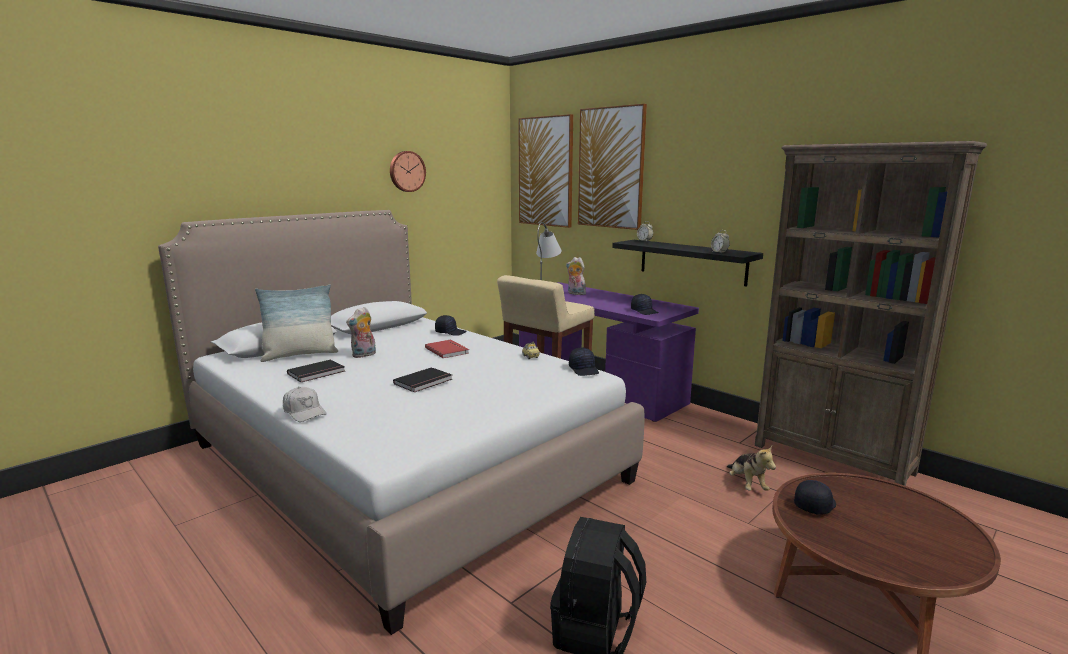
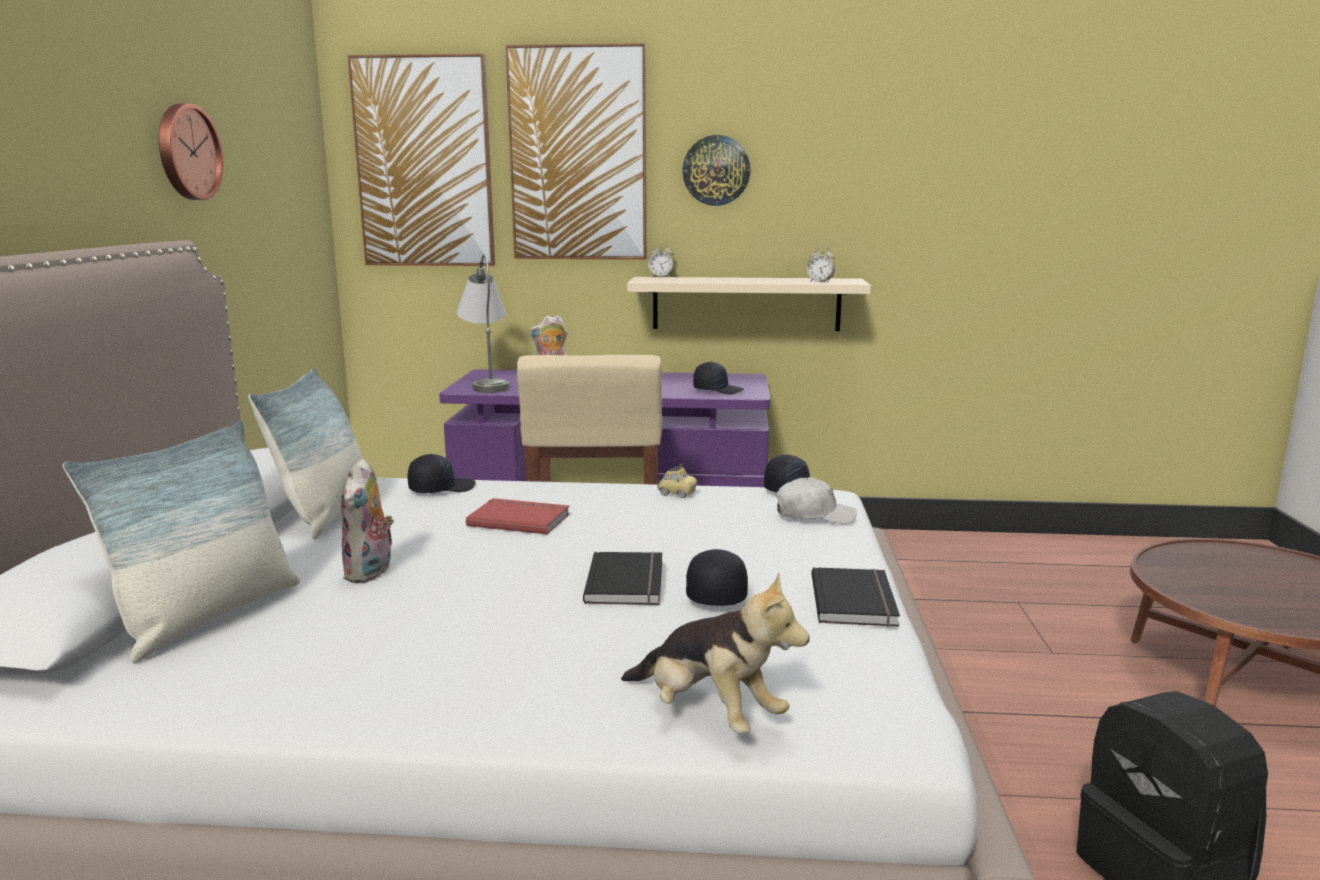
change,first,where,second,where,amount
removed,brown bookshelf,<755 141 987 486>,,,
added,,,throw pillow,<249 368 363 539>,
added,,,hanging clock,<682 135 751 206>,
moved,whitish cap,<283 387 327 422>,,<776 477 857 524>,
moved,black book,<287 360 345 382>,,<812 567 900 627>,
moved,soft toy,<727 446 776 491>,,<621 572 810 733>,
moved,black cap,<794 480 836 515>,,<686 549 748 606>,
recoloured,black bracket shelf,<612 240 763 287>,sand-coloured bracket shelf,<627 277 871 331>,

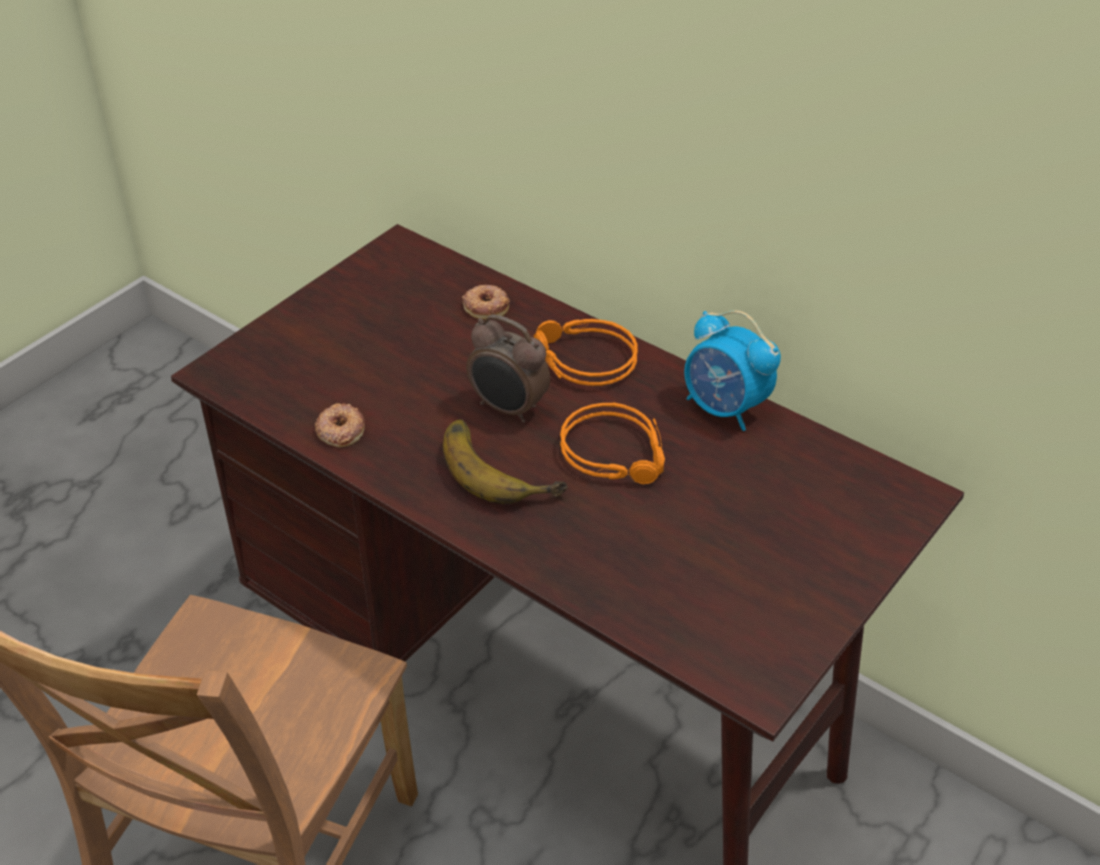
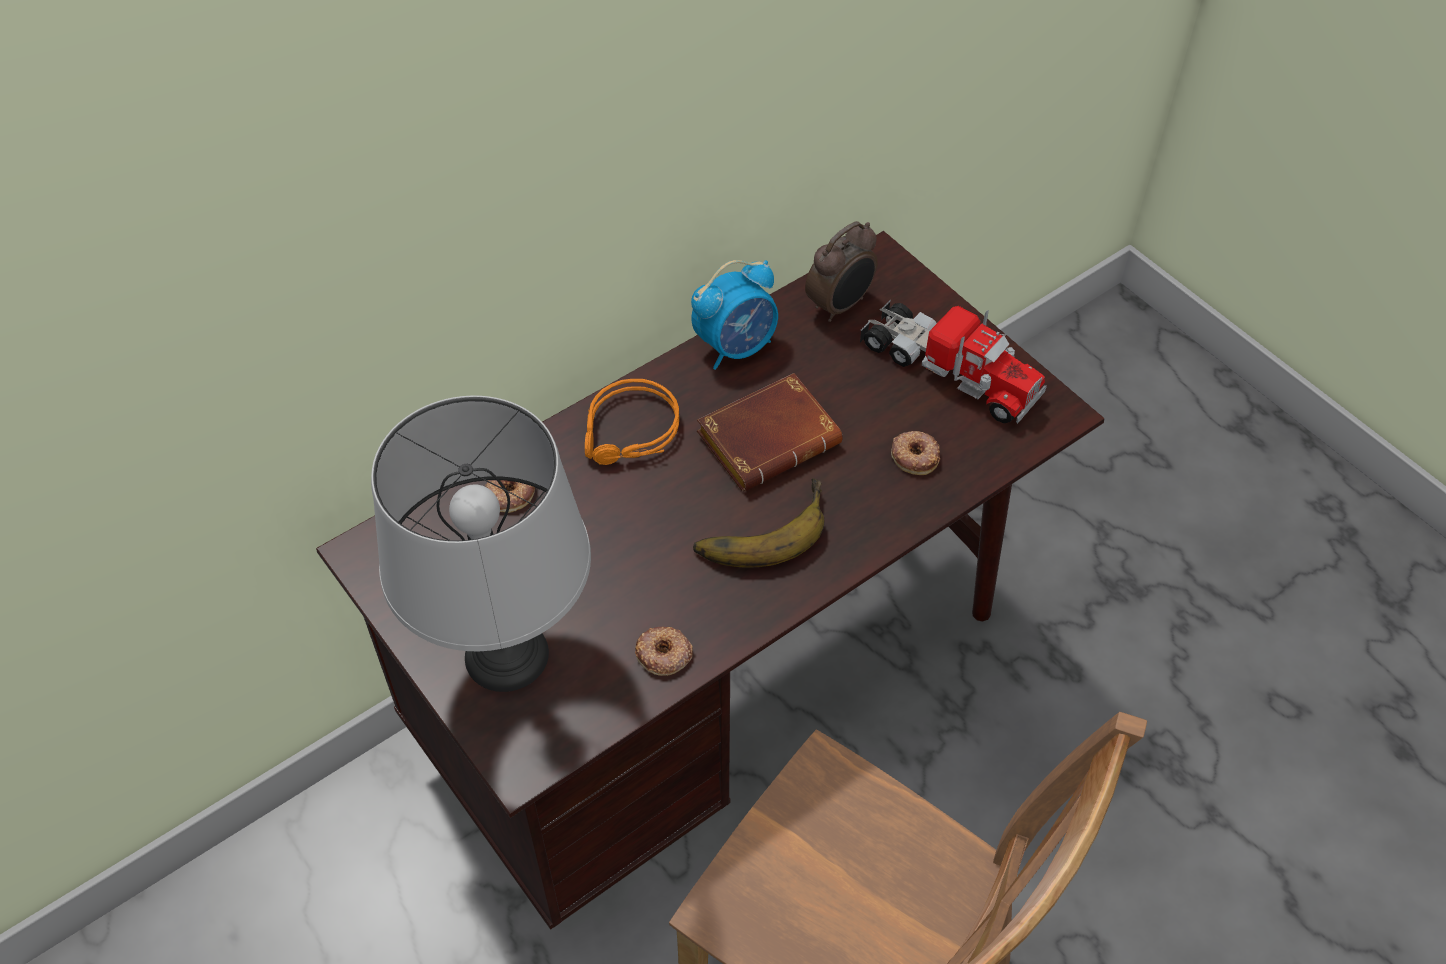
change,first,where,second,where,amount
added,,,grey lamp for a table,<371 396 591 692>,
added,,,toy lorry,<860 300 1047 424>,
added,,,donut,<891 431 940 475>,
moved,bedside clock,<466 314 550 423>,,<805 221 878 322>,
replaced,orangey pair of headphones,<560 403 665 484>,brown book,<697 373 842 492>,

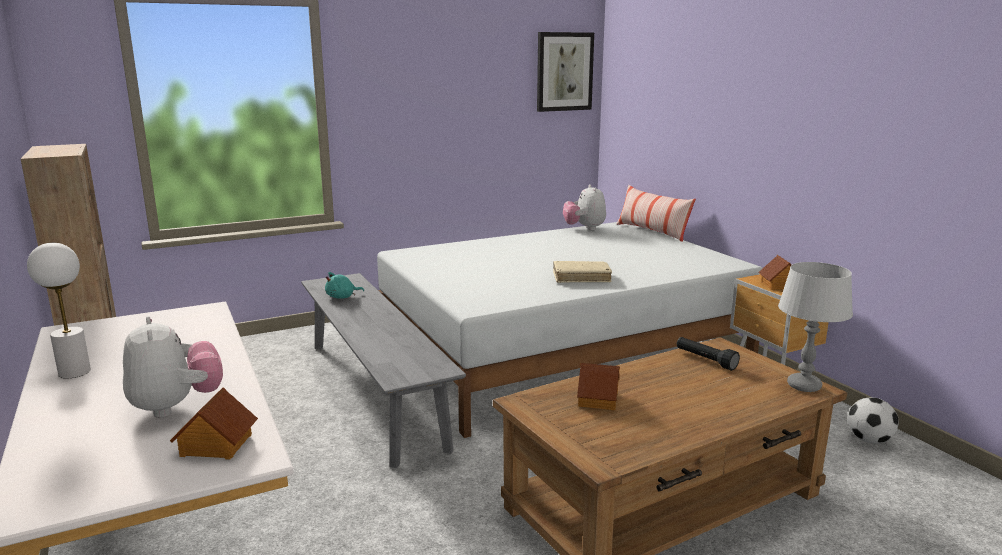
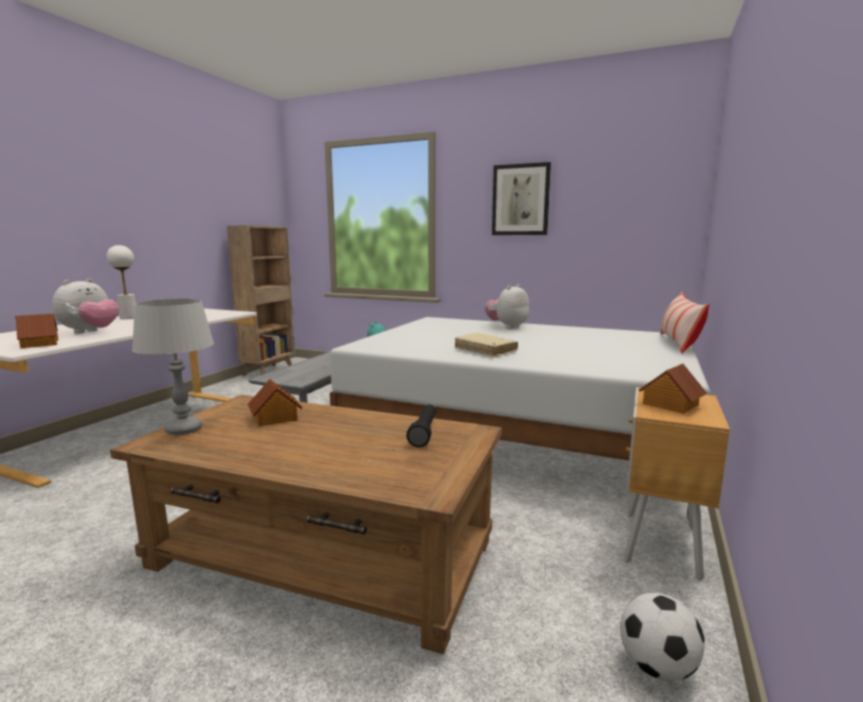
change,first,where,second,where,amount
moved,picture,<537 32 594 112>,,<492 162 551 235>,
moved,soft toy,<563 184 606 230>,,<485 284 530 329>,
moved,grey lamp for a table,<778 262 853 392>,,<132 299 214 435>,

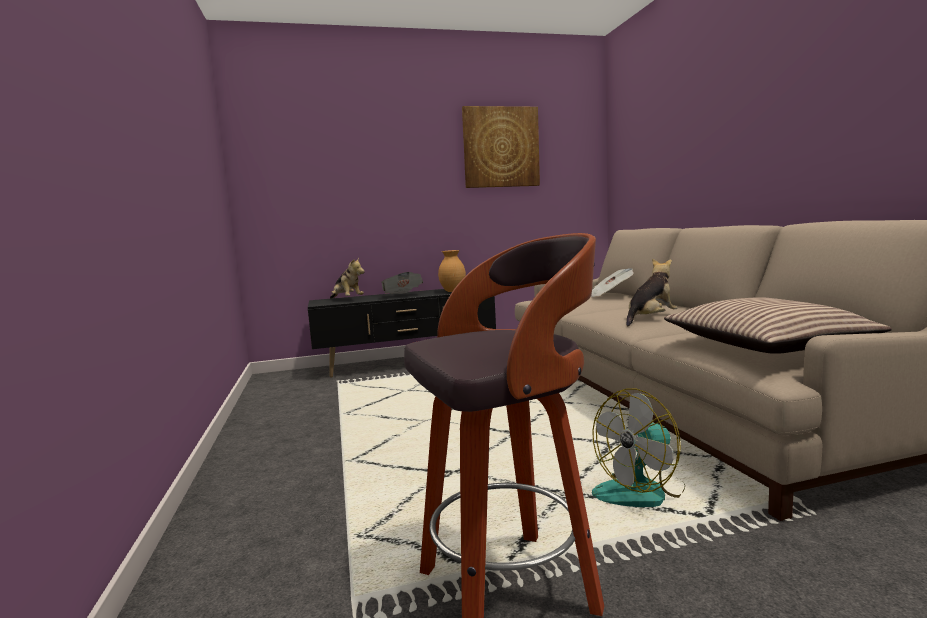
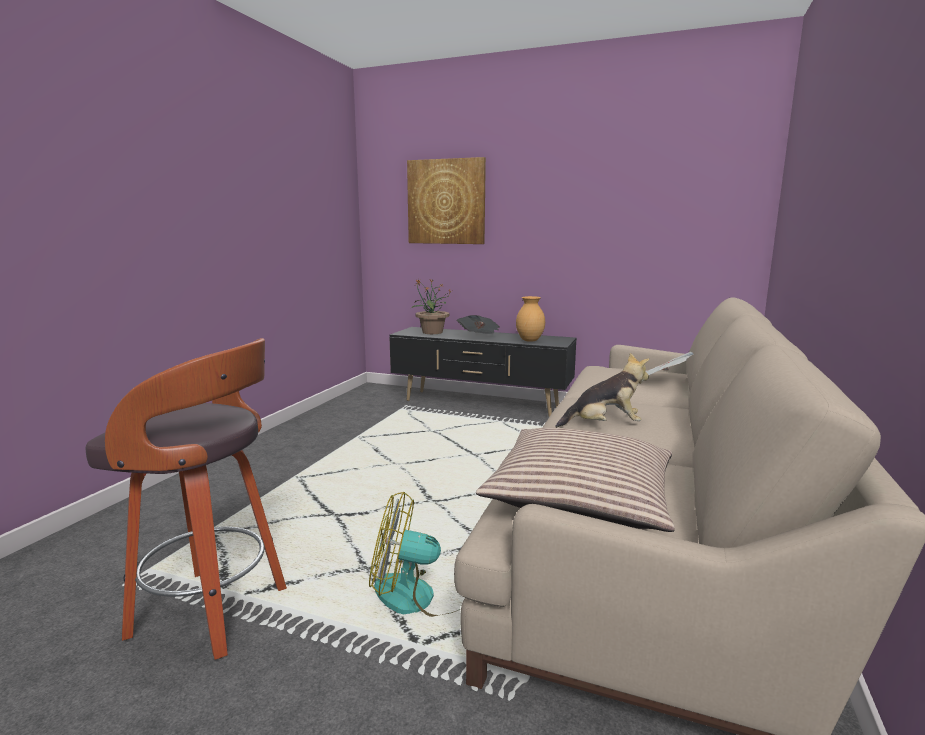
change,first,where,second,where,amount
moved,picture,<462 106 540 188>,,<407 157 486 244>,
replaced,soft toy,<330 257 365 299>,houseplant,<411 279 452 334>,

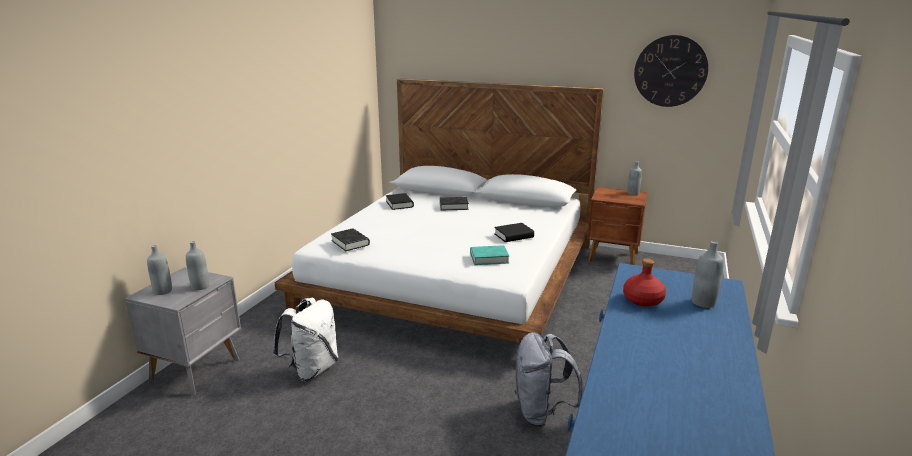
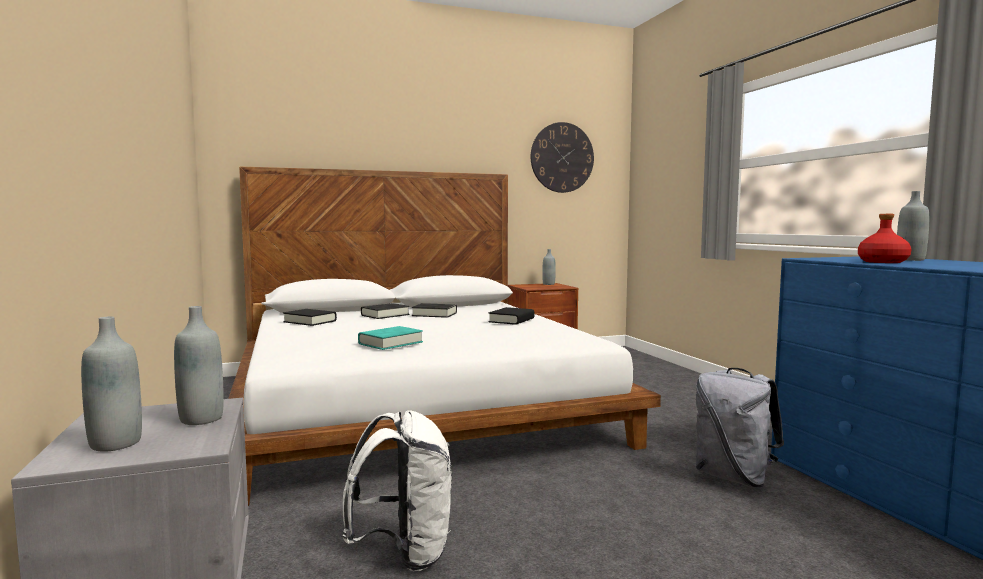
change,first,where,second,where,amount
moved,black book,<331 228 370 251>,,<412 303 457 318>,
moved,turquoise book,<470 245 509 265>,,<358 326 423 350>,

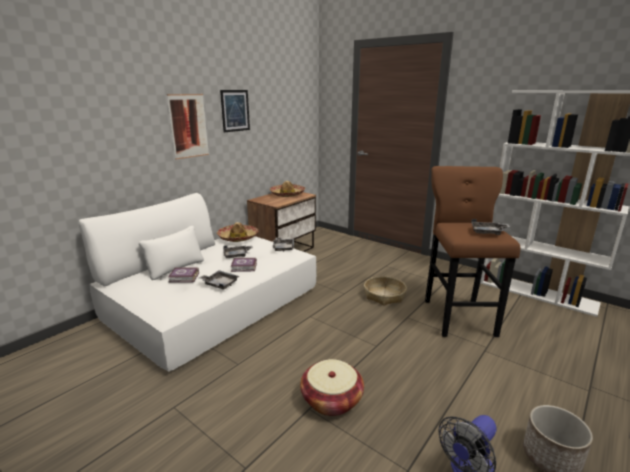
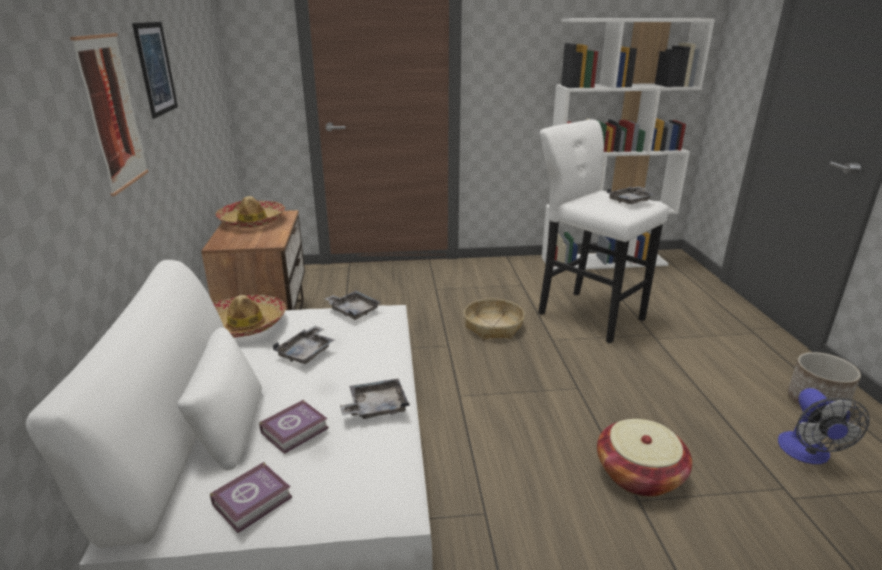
change,first,where,second,where,amount
moved,book,<230 258 257 272>,,<210 462 292 533>,
recoloured,brown stool,<425 166 520 337>,whitish stool,<538 119 668 343>,

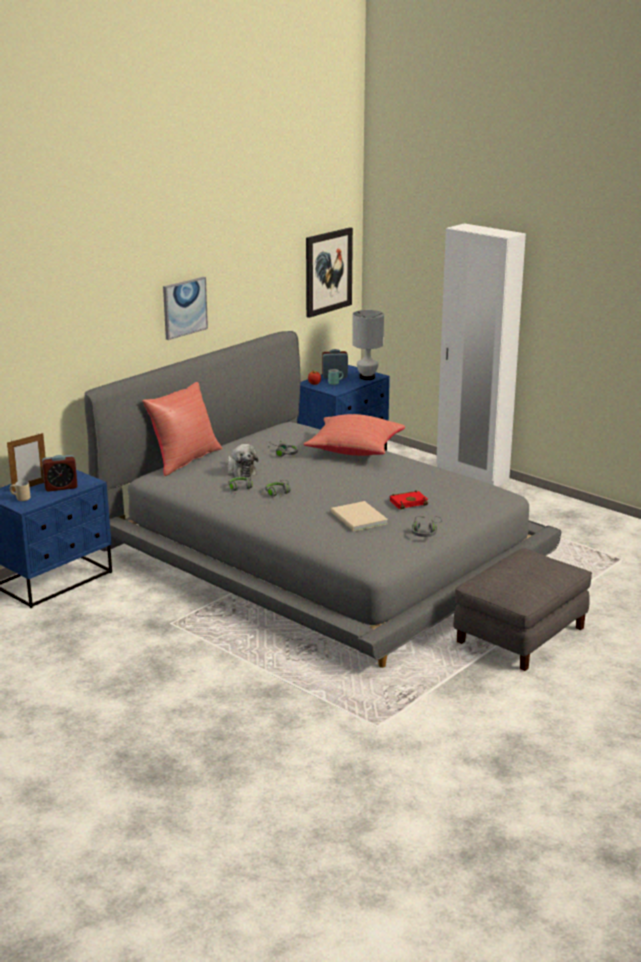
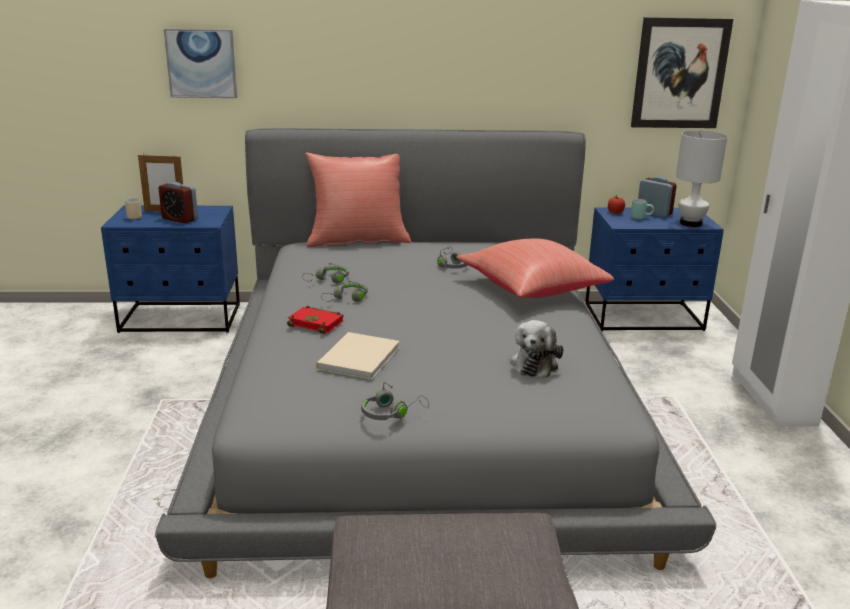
change,first,where,second,where,amount
moved,picture,<163 277 208 340>,,<164 29 237 98>,
moved,soft toy,<227 444 258 477>,,<509 320 563 378>,
moved,red-coloured book,<390 490 428 509>,,<287 305 344 334>,

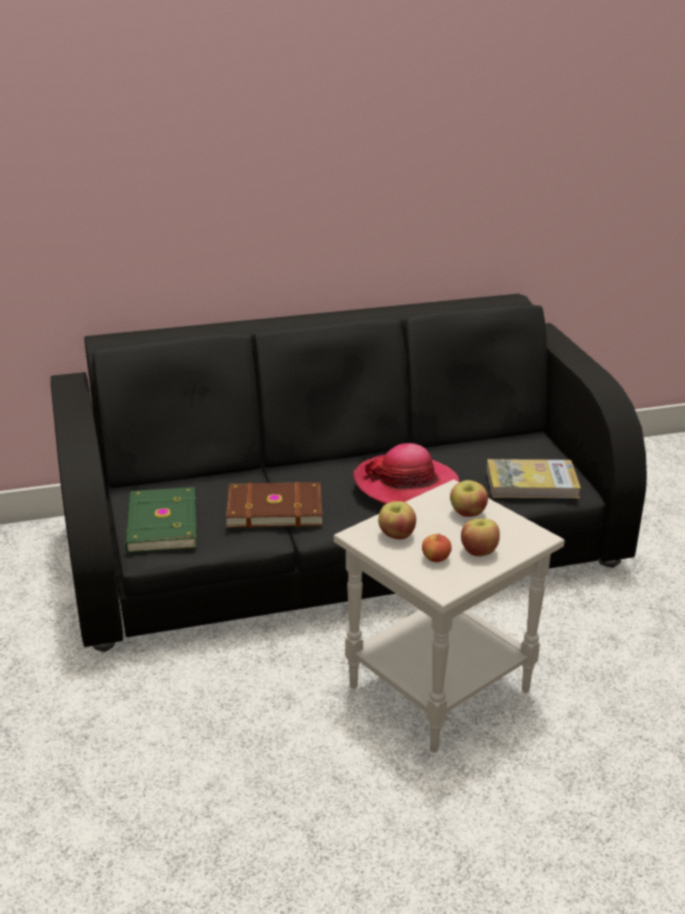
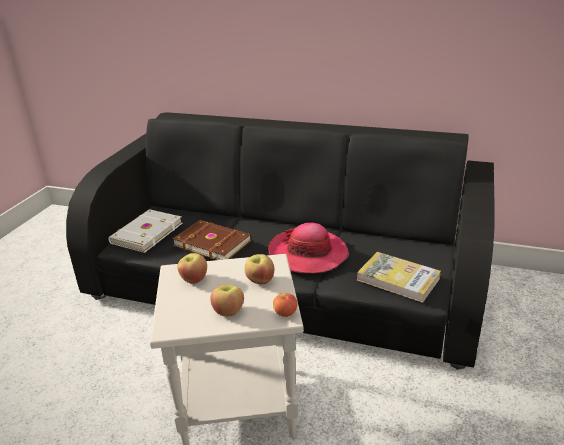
change,first,where,second,where,amount
moved,apple fruit,<422 533 451 562>,,<273 293 298 317>,
recoloured,green book,<125 487 197 553>,whitish book,<108 209 182 253>,

